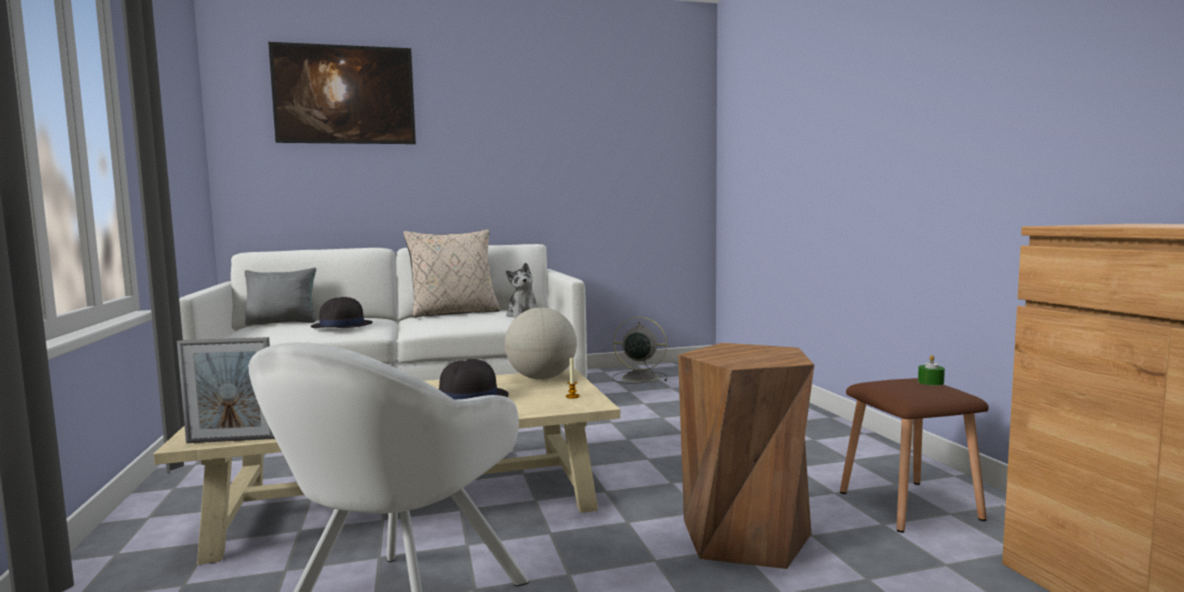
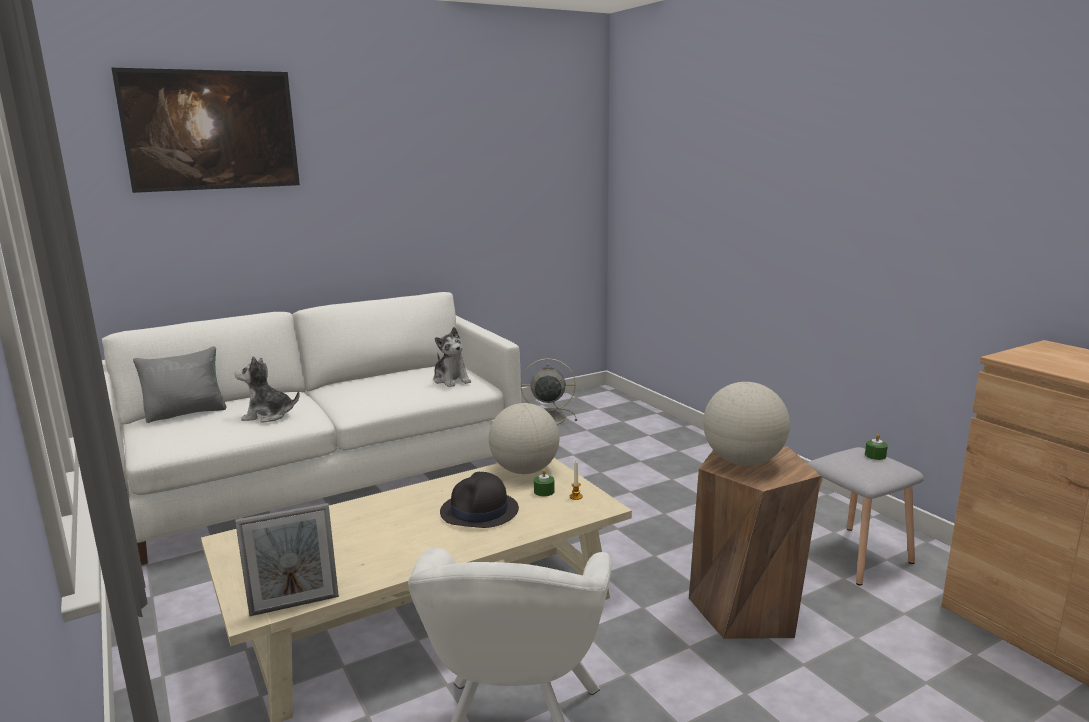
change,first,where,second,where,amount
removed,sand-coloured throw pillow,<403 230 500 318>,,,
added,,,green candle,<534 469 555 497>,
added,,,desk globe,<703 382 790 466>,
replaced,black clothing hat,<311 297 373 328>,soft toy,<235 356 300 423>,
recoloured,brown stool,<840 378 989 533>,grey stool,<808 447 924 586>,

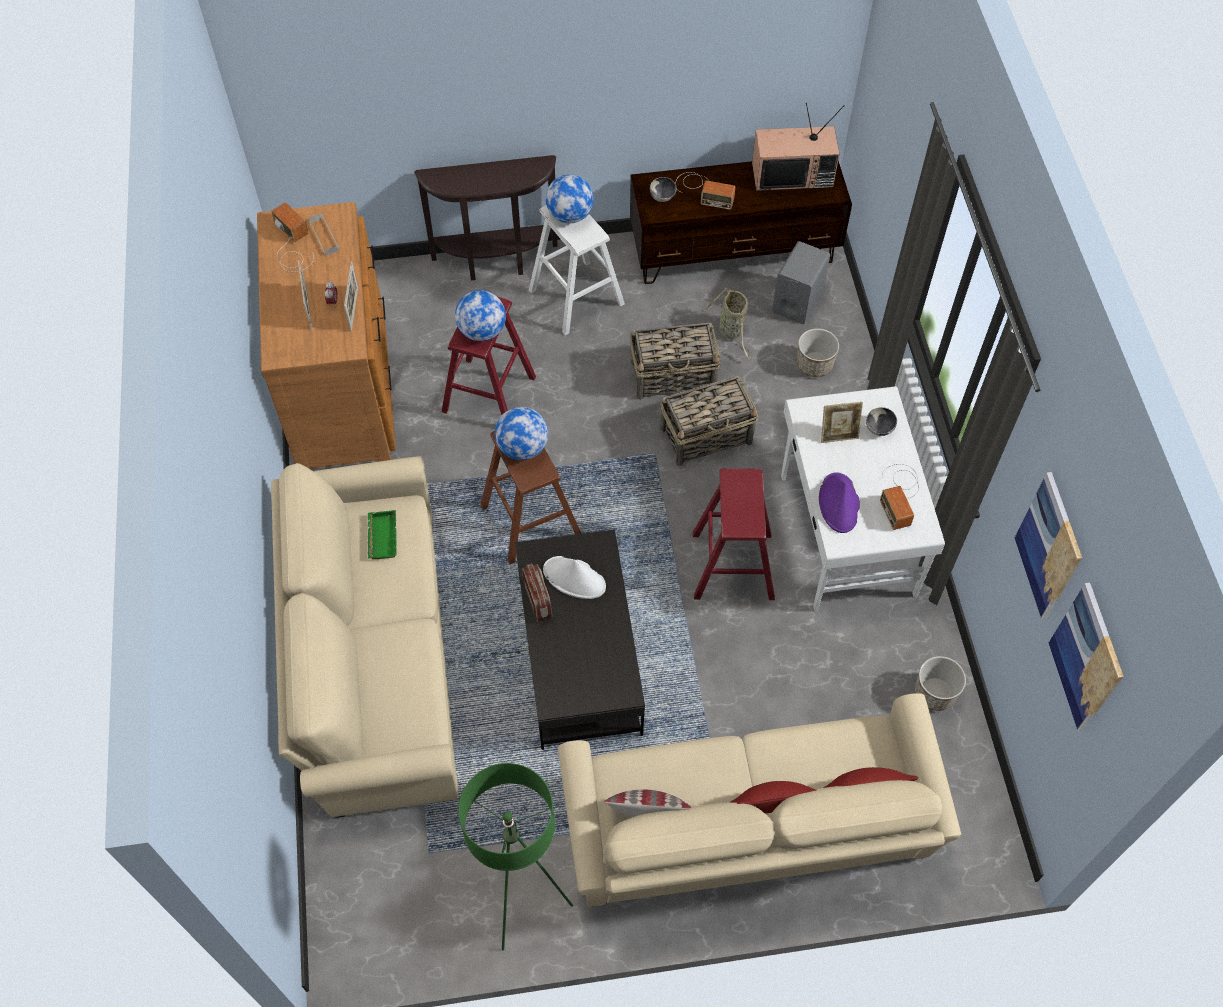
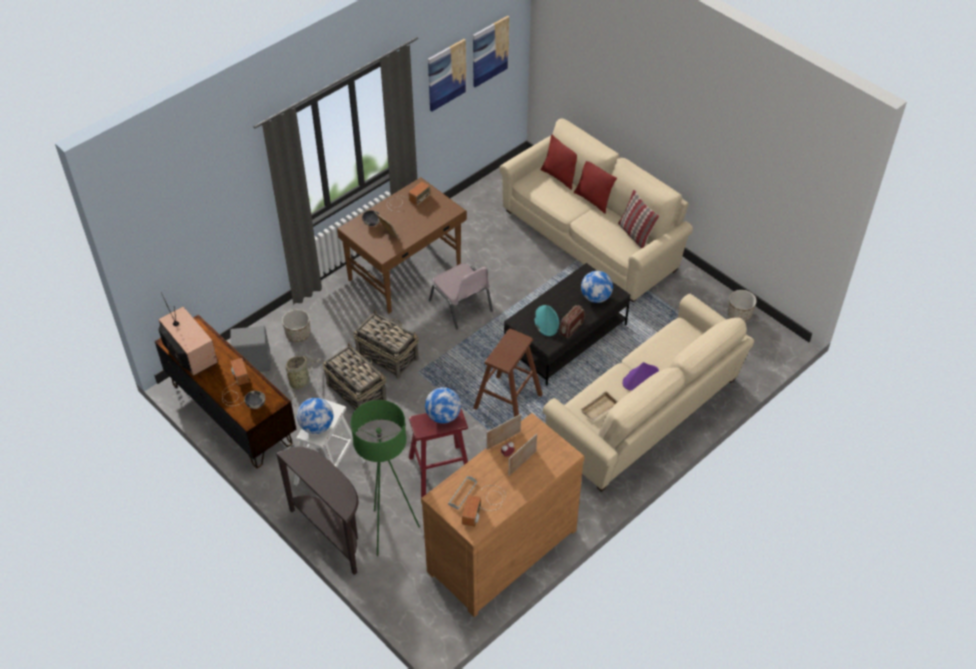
change,first,where,second,where,amount
moved,green standing lamp,<458 763 573 951>,,<351 400 420 556>,
moved,desk globe,<495 407 548 460>,,<581 271 613 303>,
moved,purplish clothing hat,<819 472 860 533>,,<623 362 659 391>,
moved,flower pot,<915 656 966 711>,,<728 290 757 322>,
replaced,red-coloured stool,<693 469 775 600>,pinkish chair,<429 263 493 329>,
recoloured,green tray,<367 510 397 559>,sand-coloured tray,<581 391 618 421>,
recoloured,whitish clothing hat,<543 556 606 599>,turquoise clothing hat,<534 305 559 336>,
recoloured,whitish desk table,<781 386 945 611>,brown desk table,<337 177 467 314>,

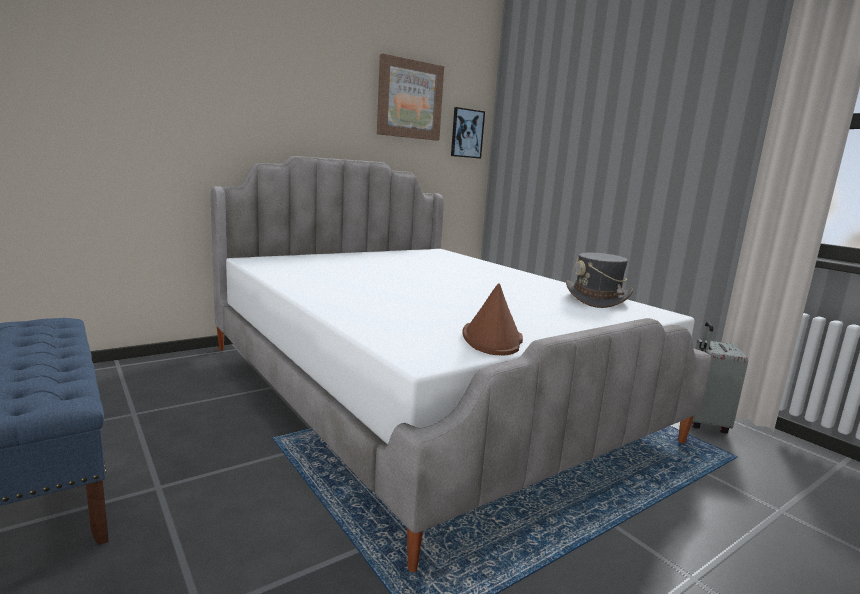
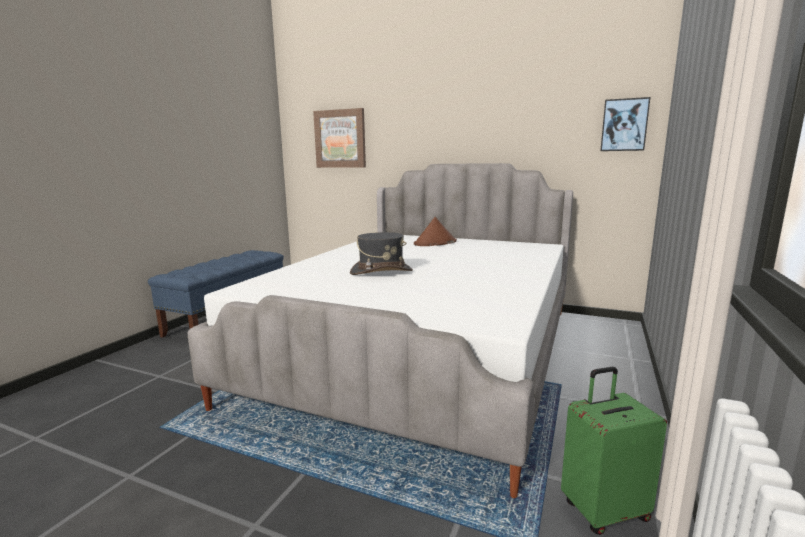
change,first,where,second,where,amount
moved,picture,<377 54 444 141>,,<313 108 366 168>,
moved,brown clothing hat,<462 283 523 356>,,<414 217 457 246>,
moved,grey clothing hat,<566 253 633 308>,,<350 232 413 275>,
recoloured,grey suitcase,<692 321 748 433>,green suitcase,<561 367 667 535>,

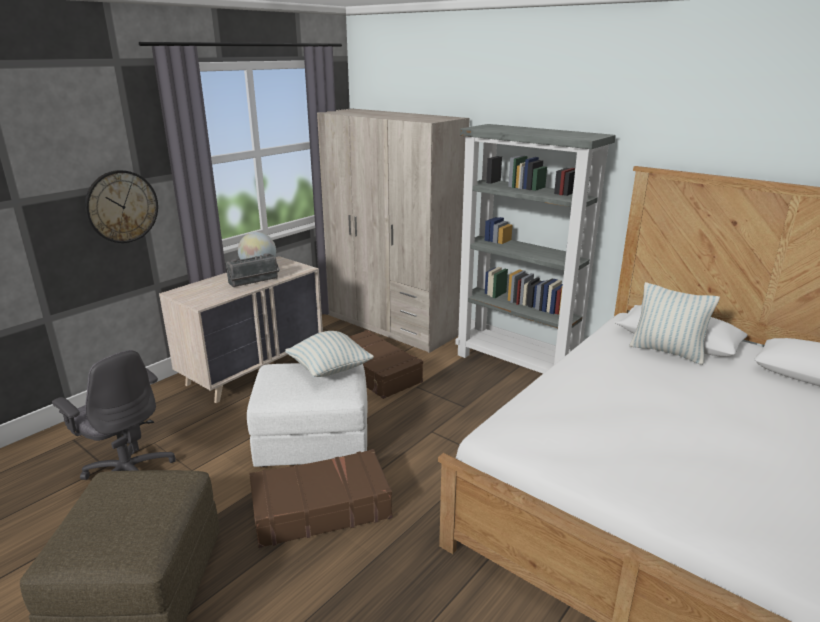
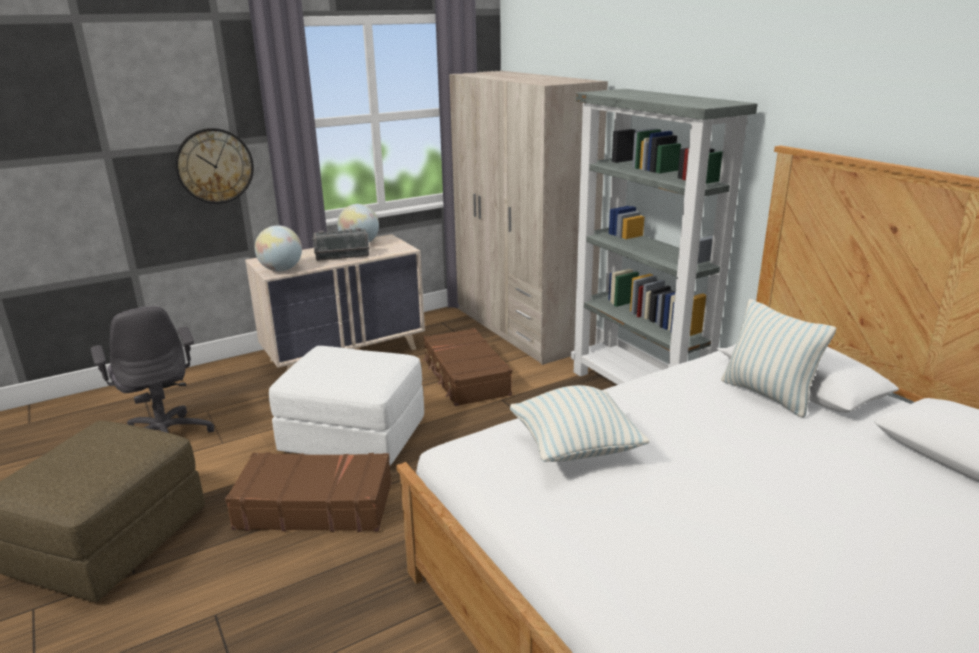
change,first,where,second,where,amount
added,,,desk globe,<255 225 302 271>,
moved,throw pillow,<285 331 374 377>,,<510 385 650 462>,

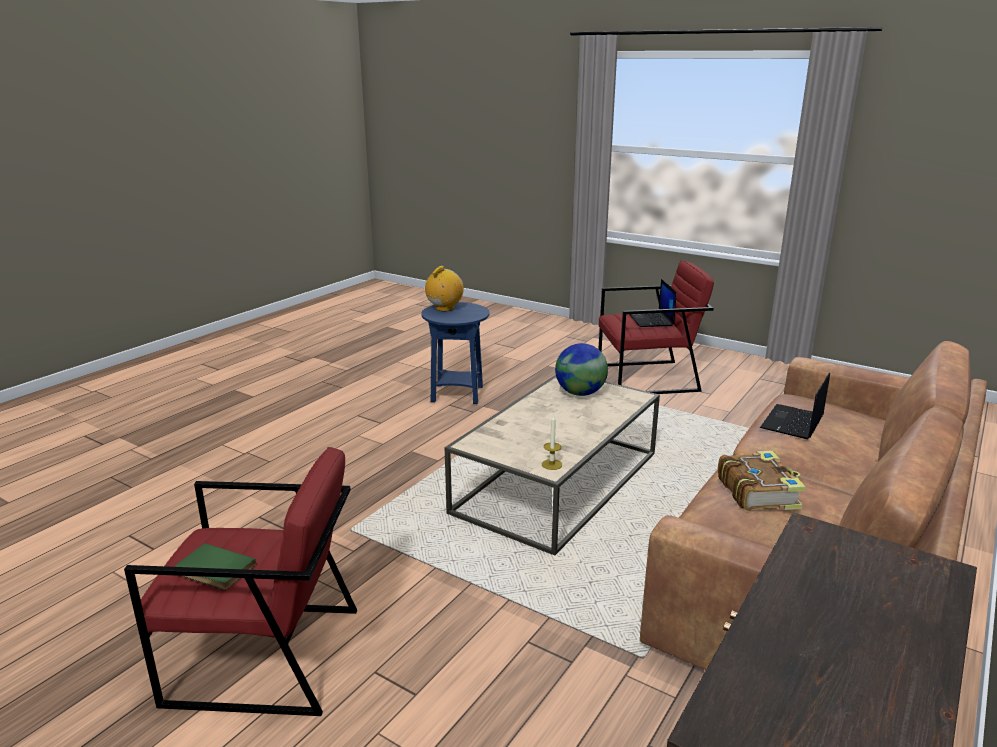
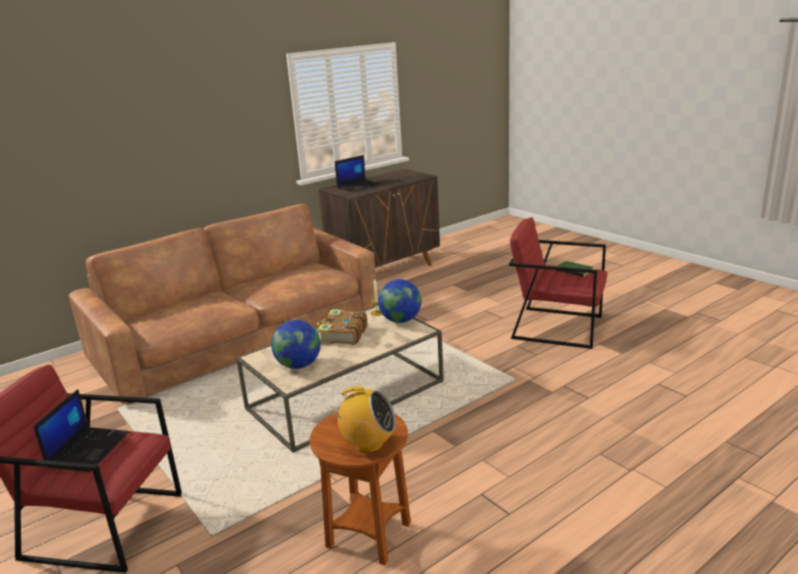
change,first,where,second,where,amount
added,,,desk globe,<378 279 421 323>,
moved,book,<718 451 806 511>,,<317 309 367 345>,
moved,portable computer,<760 373 830 439>,,<335 155 381 192>,
recoloured,blue accent table,<422 302 490 404>,brown accent table,<310 412 411 565>,
turned,radio receiver,<425 266 464 311>,,<331 386 396 453>,135 degrees counterclockwise

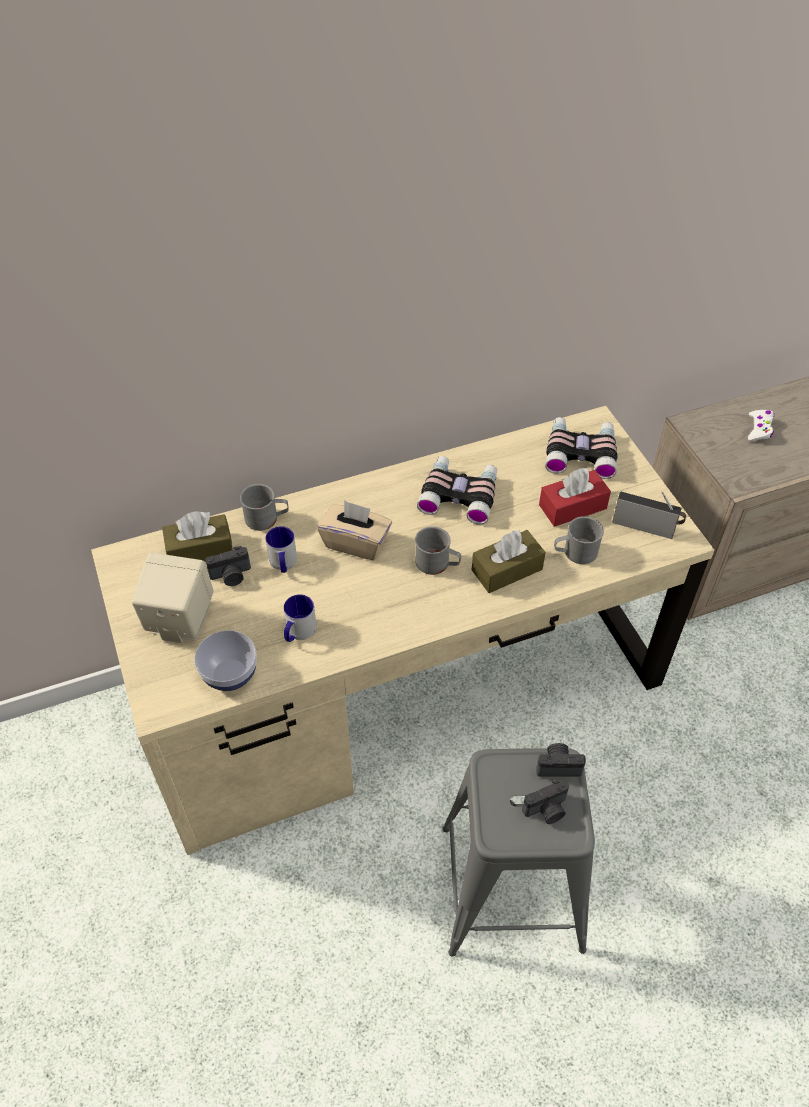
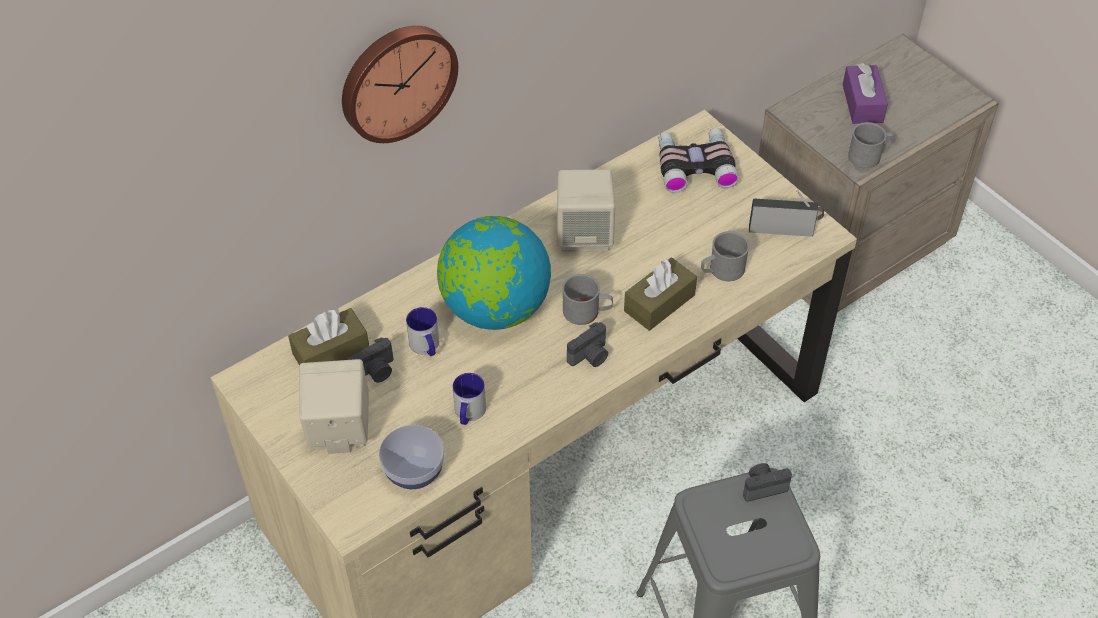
change,first,where,second,where,amount
removed,red-coloured tissue box,<539 468 611 527>,,,
added,,,hanging clock,<342 26 458 143>,
moved,grey tea mug,<240 484 288 531>,,<848 122 894 168>,
moved,photo camera,<522 779 569 824>,,<567 322 608 367>,
replaced,sand-coloured tissue box,<317 500 392 560>,desk globe,<437 216 551 330>,
replaced,pair of binoculars,<417 456 497 525>,sand-coloured audio speaker,<557 169 615 252>,
replaced,whitish game controller,<748 410 774 441>,purplish tissue box,<843 63 888 124>,

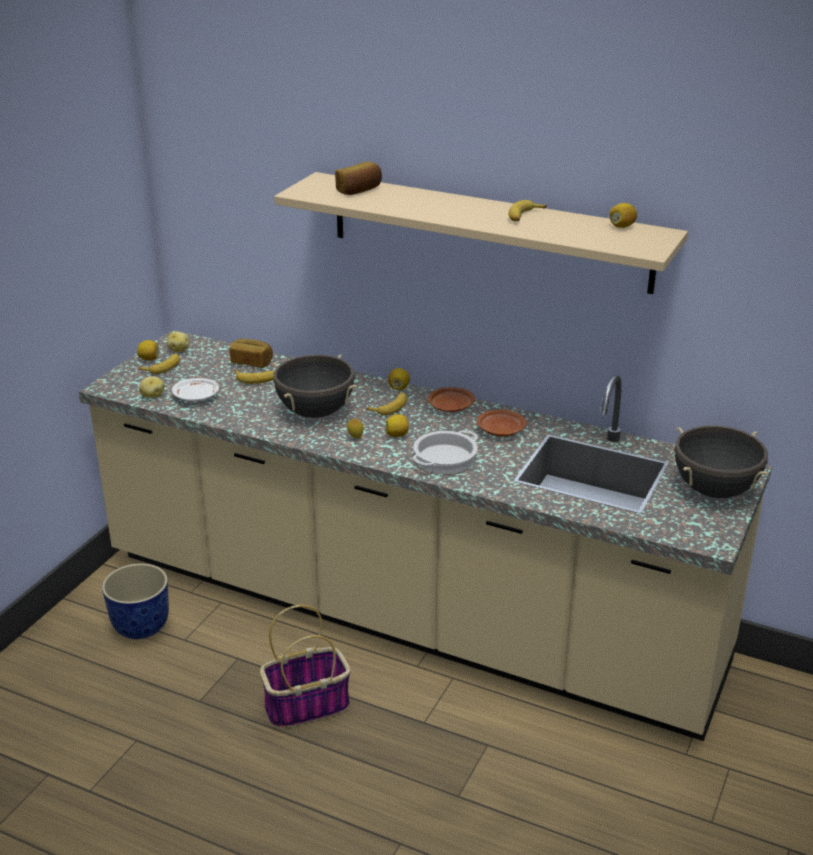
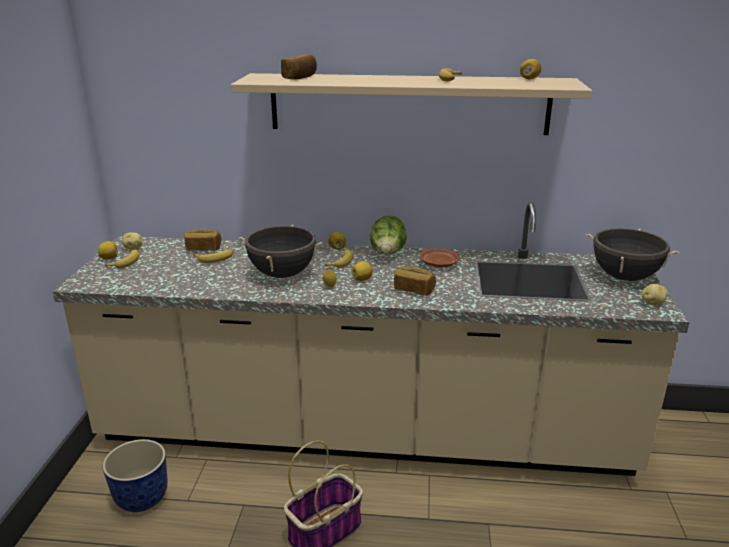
change,first,where,second,where,amount
removed,whitish plate,<172 378 219 402>,,,
moved,potato,<139 376 165 398>,,<642 284 668 305>,
replaced,cooking pot,<413 430 478 474>,bread,<394 266 436 296>,
replaced,brown plate,<428 387 475 412>,lettuce head,<370 215 407 255>,

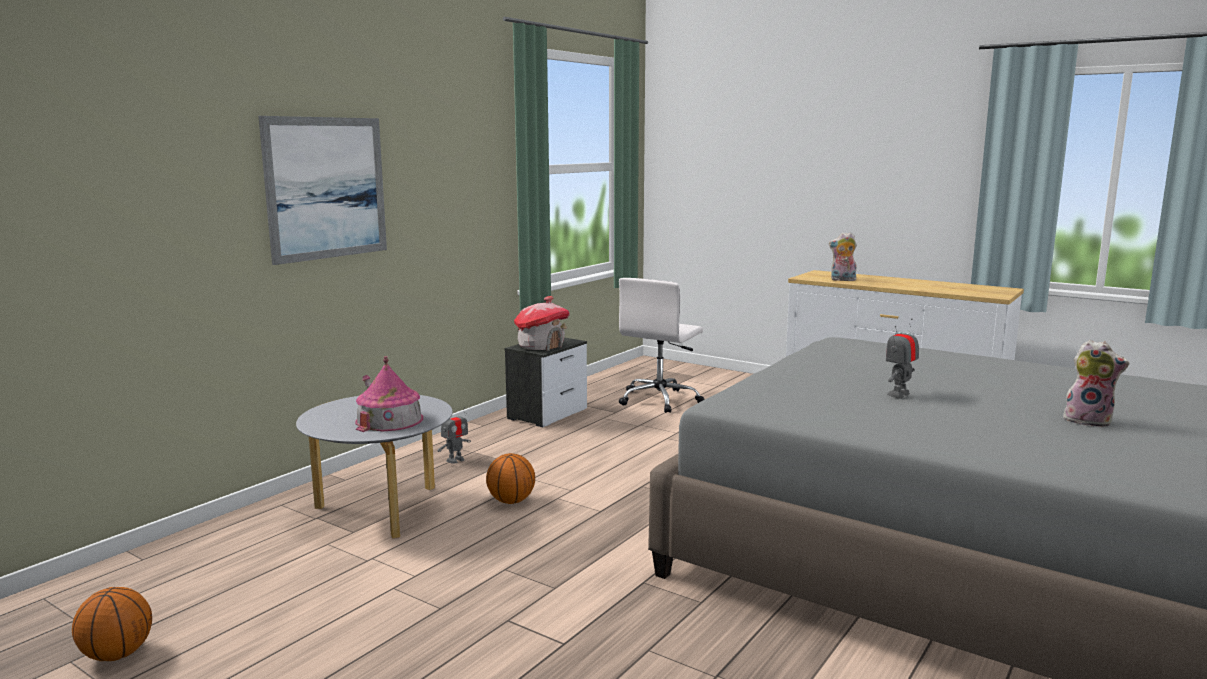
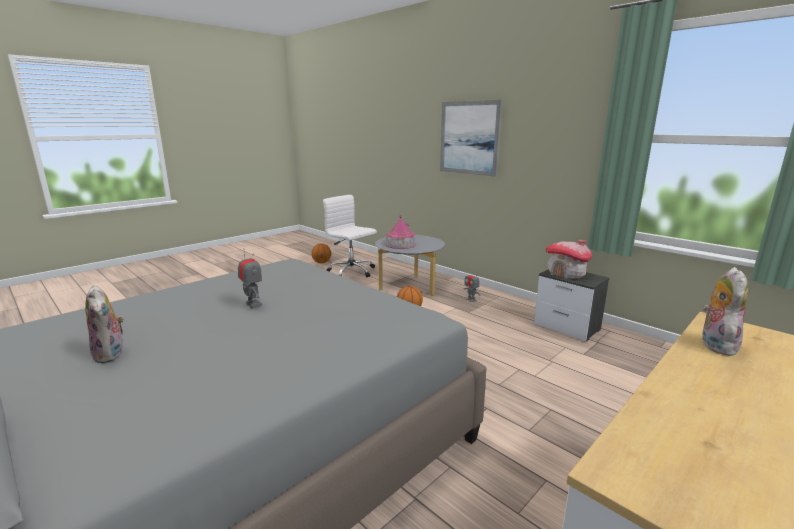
change,first,where,second,where,amount
moved,whitish desk chair,<619 278 705 413>,,<323 195 377 277>,
turned,soft toy,<1063 340 1129 427>,,<85 285 124 363>,75 degrees counterclockwise

